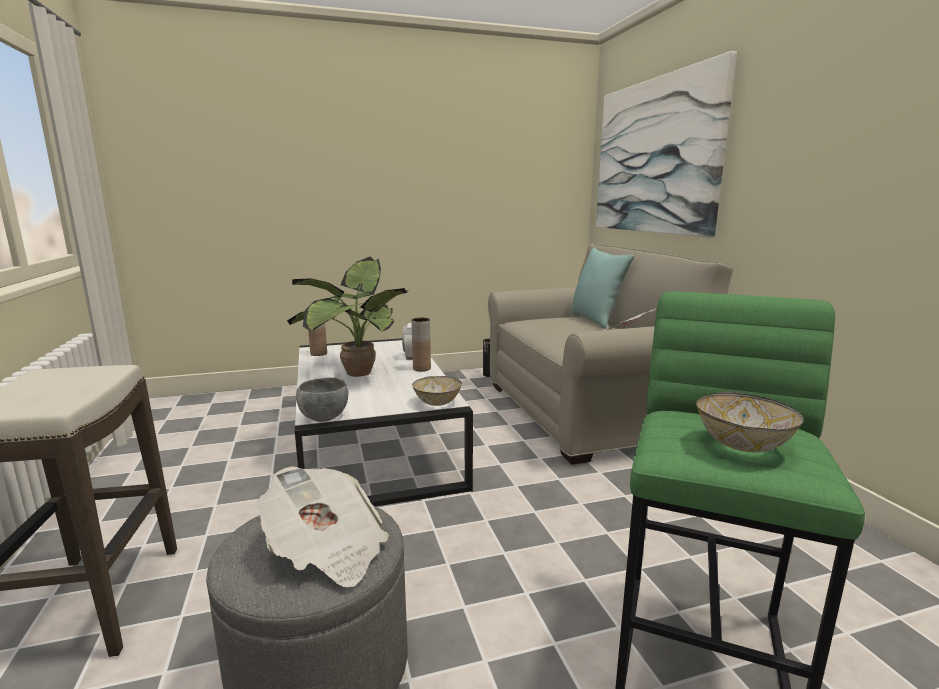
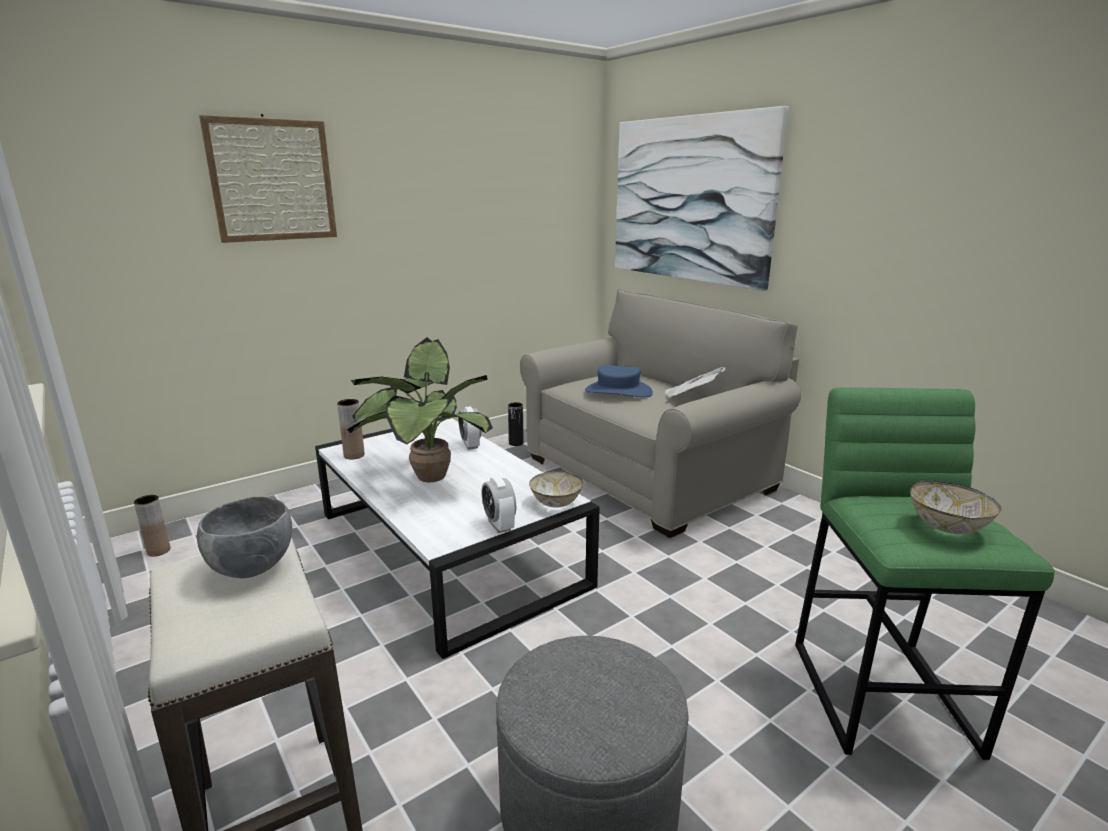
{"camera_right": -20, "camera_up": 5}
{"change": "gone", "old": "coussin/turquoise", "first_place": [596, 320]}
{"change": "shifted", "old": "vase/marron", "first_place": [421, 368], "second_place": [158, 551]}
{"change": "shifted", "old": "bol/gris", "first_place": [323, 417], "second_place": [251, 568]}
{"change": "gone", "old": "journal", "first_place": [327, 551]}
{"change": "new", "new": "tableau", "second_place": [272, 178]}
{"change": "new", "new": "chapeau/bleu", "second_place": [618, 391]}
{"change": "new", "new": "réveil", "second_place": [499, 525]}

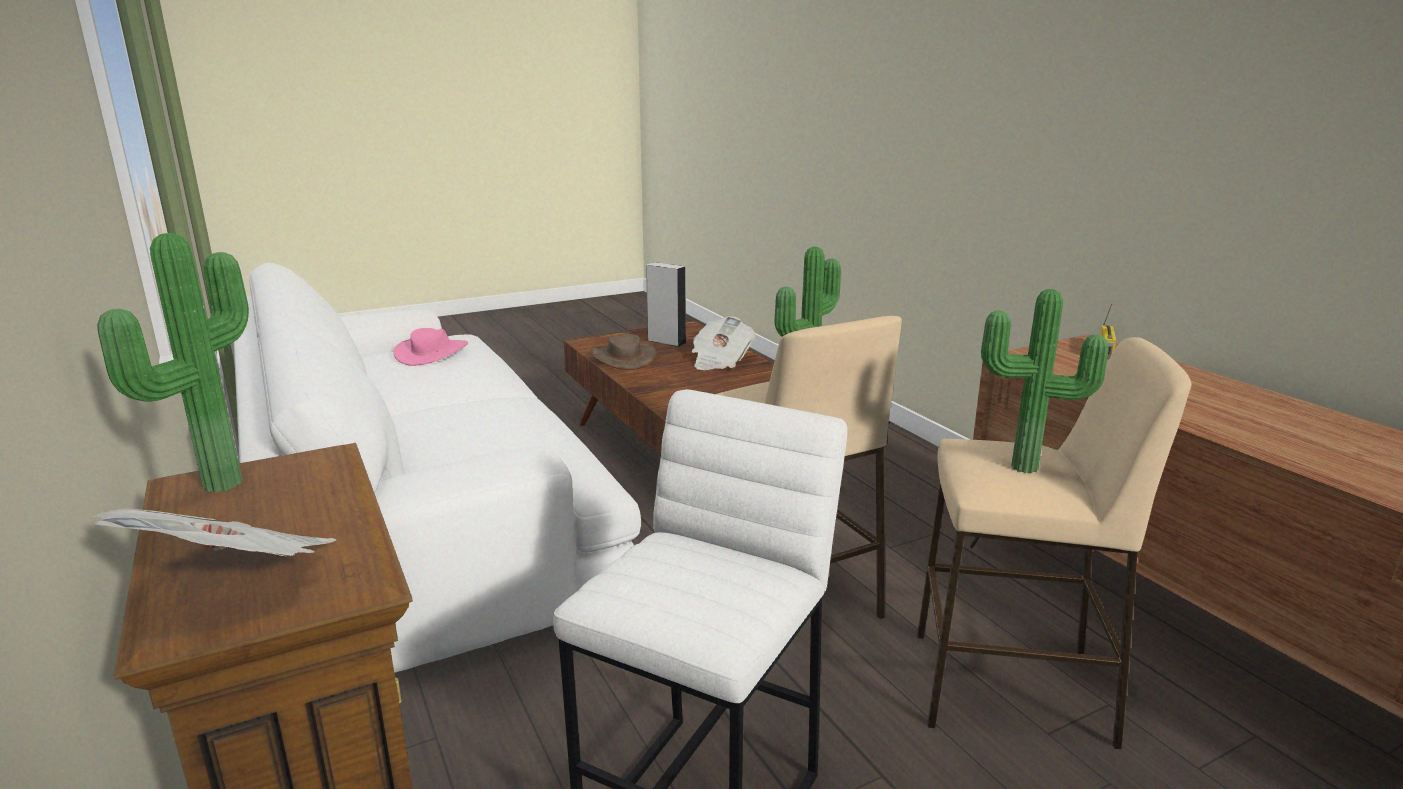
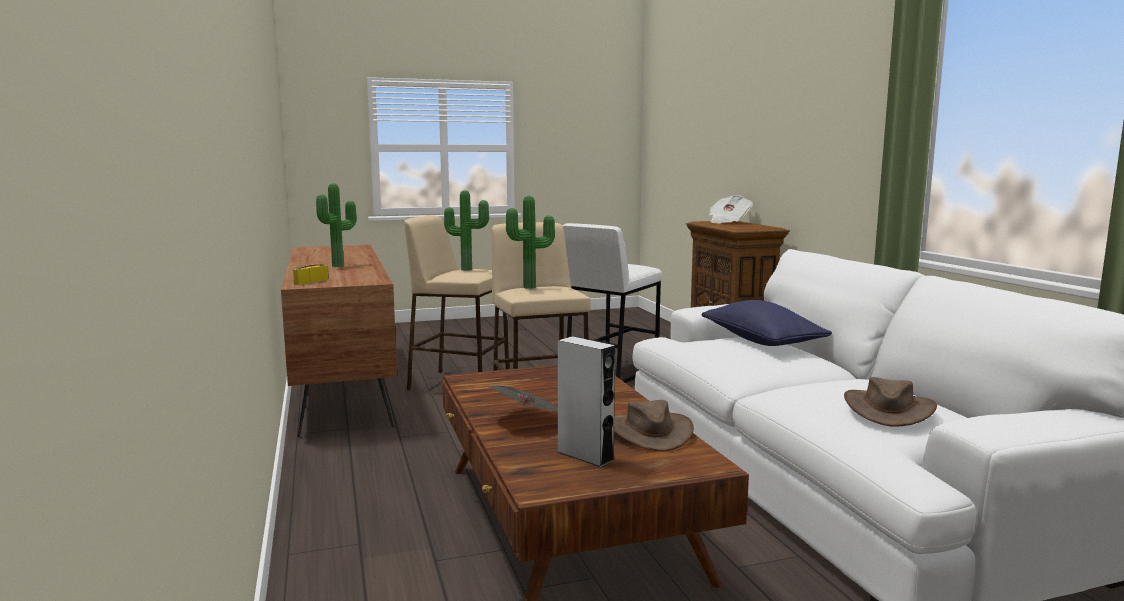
{"camera_right": -170, "camera_up": -10}
{"change": "shifted", "old": "plante en pot", "first_place": [216, 483], "second_place": [340, 266]}
{"change": "repainted", "old": "chapeau/rose", "new": "chapeau/marron", "first_place": [432, 353], "second_place": [888, 409]}
{"change": "new", "new": "coussin/bleu", "second_place": [762, 341]}

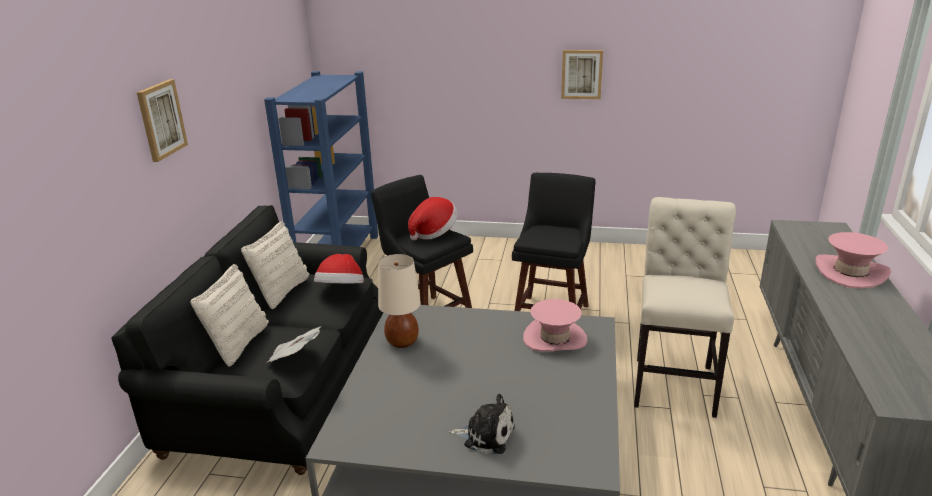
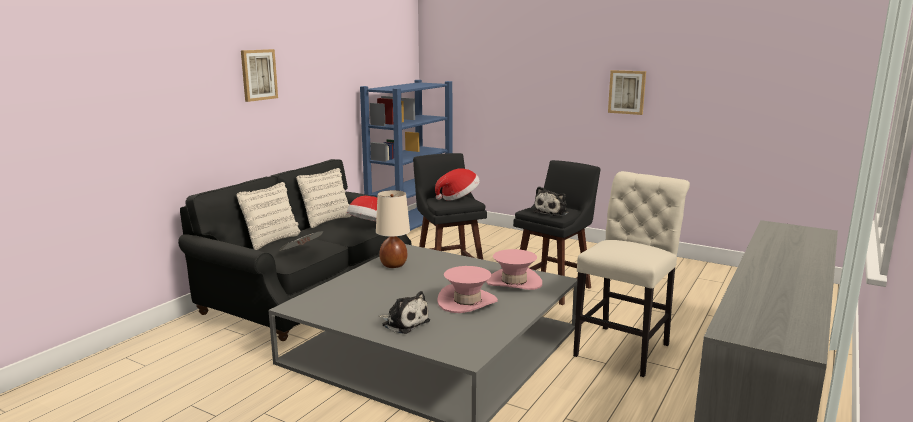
{"camera_right": 20, "camera_up": -10}
{"change": "shifted", "old": "chapeau/rose", "first_place": [850, 272], "second_place": [467, 302]}
{"change": "new", "new": "peluche", "second_place": [552, 212]}

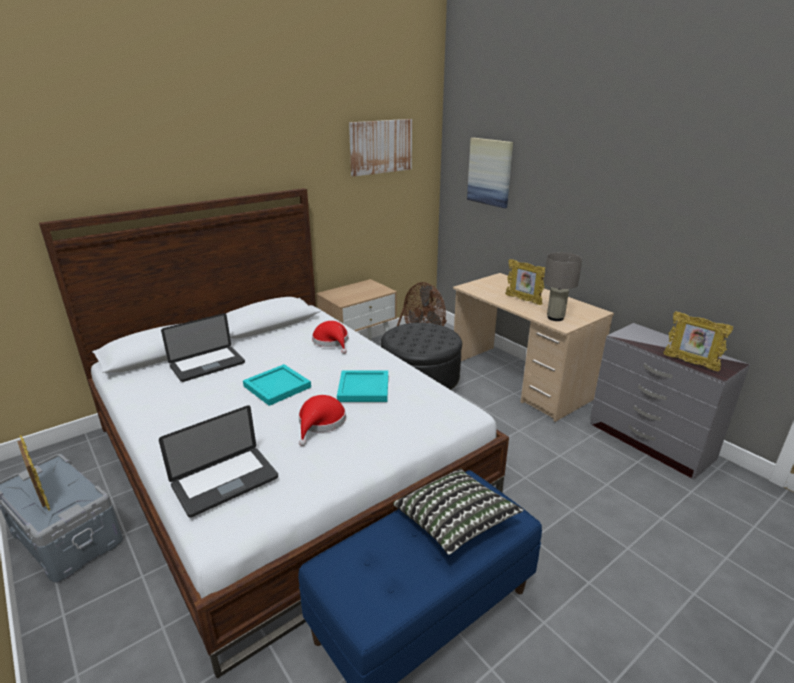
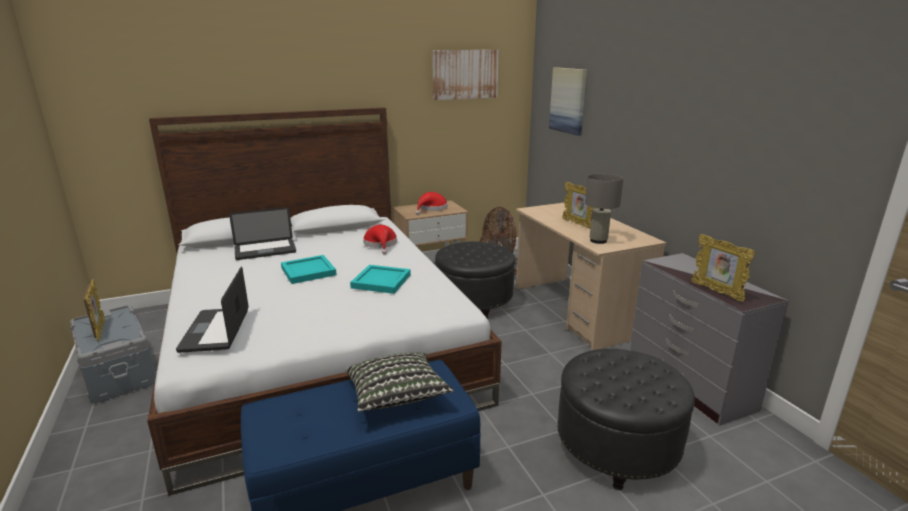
{"camera_right": 15, "camera_up": -5}
{"change": "shifted", "old": "chapeau/rouge", "first_place": [320, 422], "second_place": [431, 208]}
{"change": "rotated", "old": "ordinateur portable", "first_place": [225, 482], "second_place": [215, 330], "degrees": 105}
{"change": "new", "new": "pouf/noir", "second_place": [617, 448]}

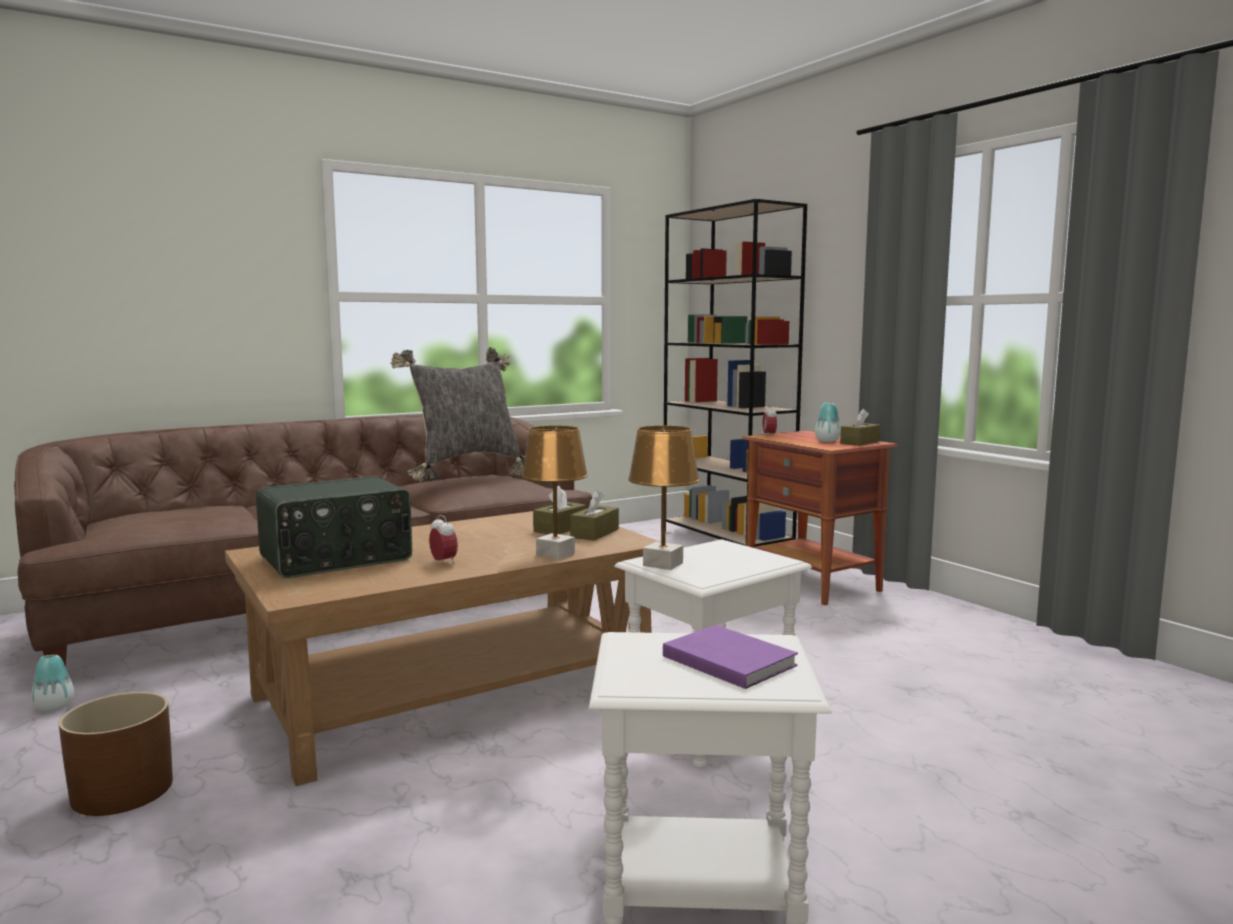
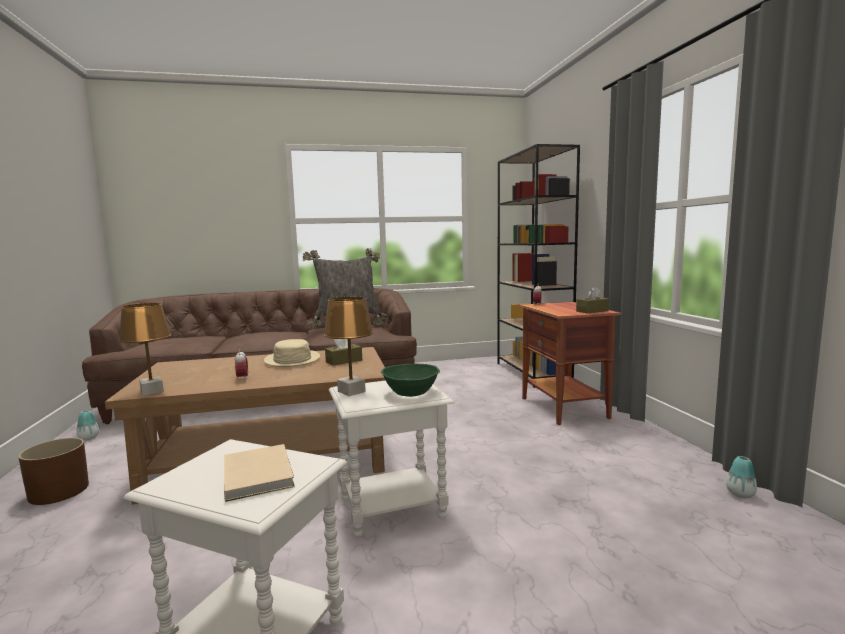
{"camera_right": 20, "camera_up": 0}
{"change": "shifted", "old": "vase", "first_place": [827, 441], "second_place": [740, 494]}
{"change": "shifted", "old": "lampe de table/marron", "first_place": [554, 554], "second_place": [151, 391]}
{"change": "gone", "old": "radio", "first_place": [337, 559]}
{"change": "gone", "old": "boîte à mouchoirs/marron", "first_place": [595, 533]}
{"change": "repainted", "old": "livre/violet", "new": "livre/beige", "first_place": [727, 659], "second_place": [259, 473]}
{"change": "new", "new": "chapeau/beige", "second_place": [292, 360]}
{"change": "new", "new": "bol/vert", "second_place": [411, 393]}

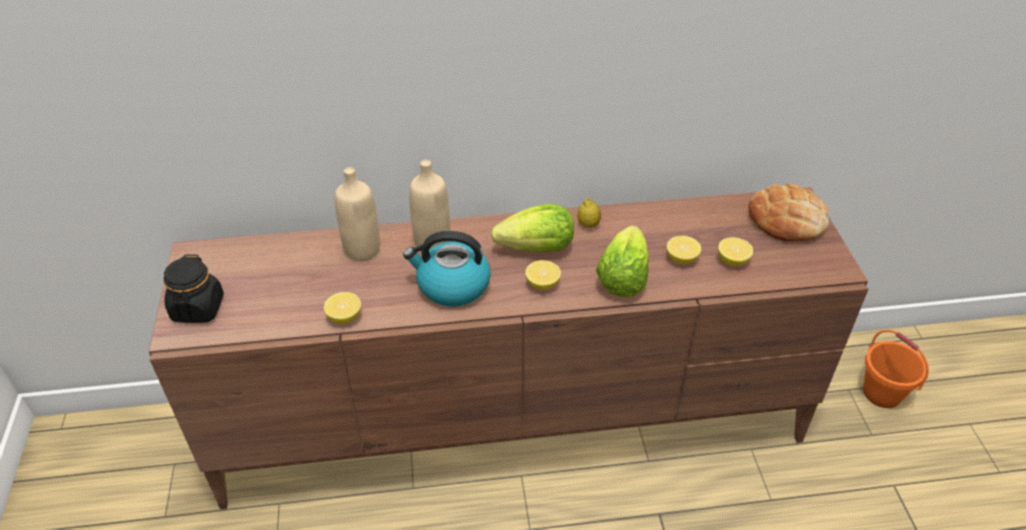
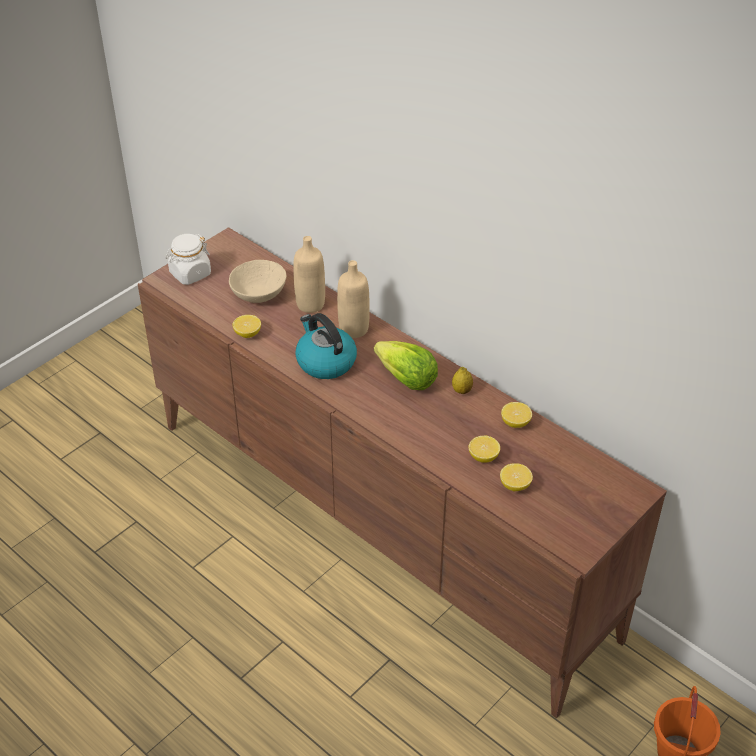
{"camera_right": 50, "camera_up": 0}
{"change": "gone", "old": "pain", "first_place": [787, 219]}
{"change": "gone", "old": "laitue", "first_place": [622, 279]}
{"change": "repainted", "old": "bocal/noir", "new": "bocal/blanc", "first_place": [198, 308], "second_place": [190, 274]}
{"change": "shifted", "old": "citron", "first_place": [542, 284], "second_place": [515, 423]}
{"change": "new", "new": "bol/beige", "second_place": [259, 294]}

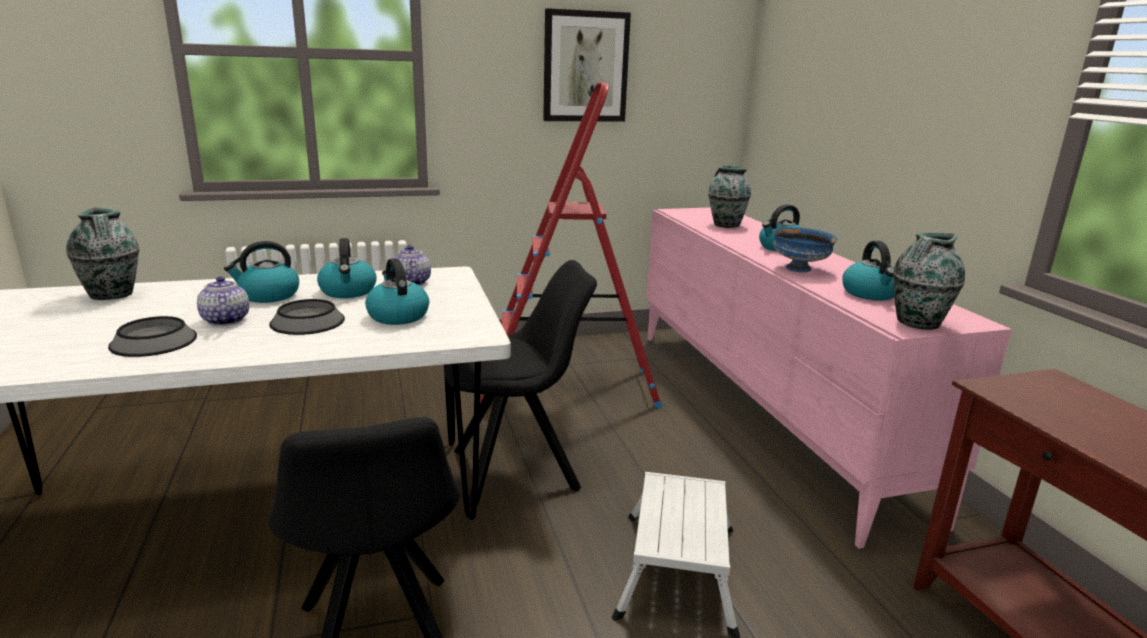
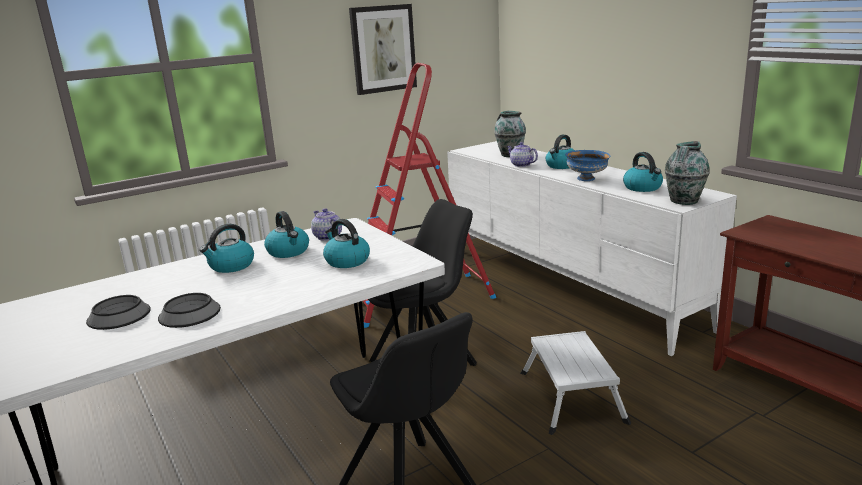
{"camera_right": -15, "camera_up": 0}
{"change": "gone", "old": "vase", "first_place": [112, 295]}
{"change": "repainted", "old": "meuble de rangement/rose", "new": "meuble de rangement/blanc", "first_place": [765, 412], "second_place": [567, 286]}
{"change": "shifted", "old": "théière", "first_place": [225, 320], "second_place": [521, 165]}
{"change": "shifted", "old": "bol", "first_place": [307, 321], "second_place": [118, 315]}

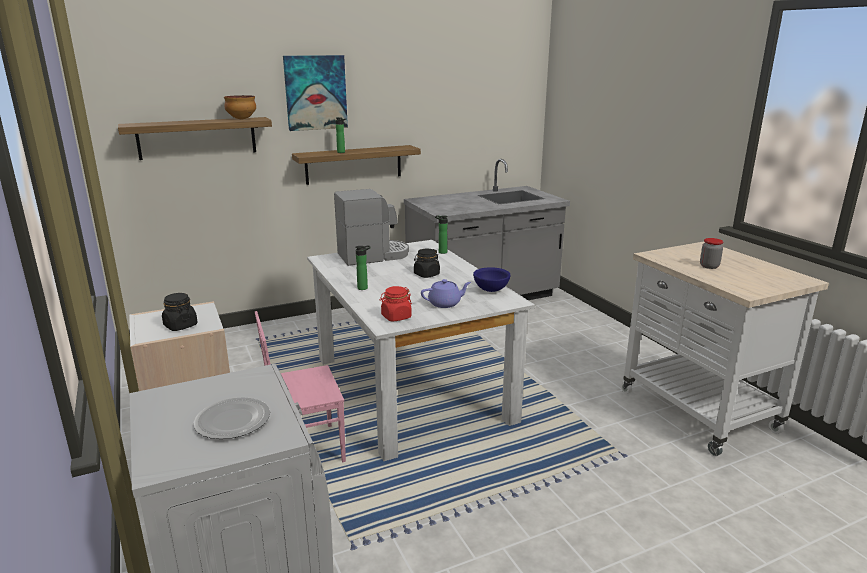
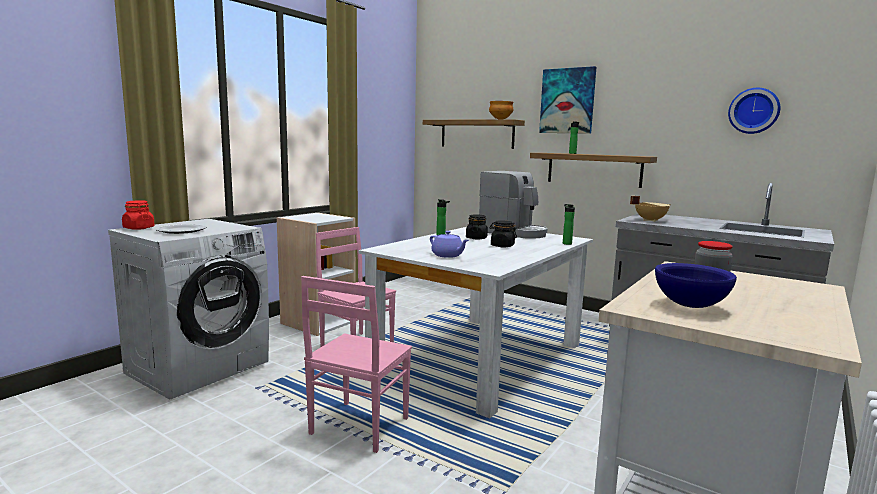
{"camera_right": 60, "camera_up": -10}
{"change": "shifted", "old": "bol/bleu", "first_place": [490, 290], "second_place": [689, 305]}
{"change": "shifted", "old": "bocal/rouge", "first_place": [396, 317], "second_place": [138, 228]}
{"change": "shifted", "old": "bocal/noir", "first_place": [180, 326], "second_place": [476, 238]}
{"change": "new", "new": "horloge murale", "second_place": [754, 111]}
{"change": "new", "new": "marmite/beige", "second_place": [649, 220]}
{"change": "new", "new": "chaise/rose", "second_place": [357, 426]}

